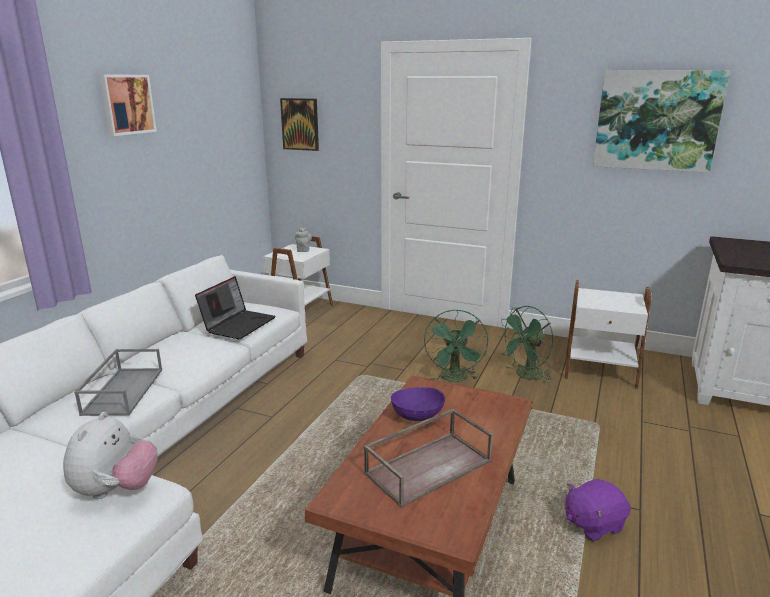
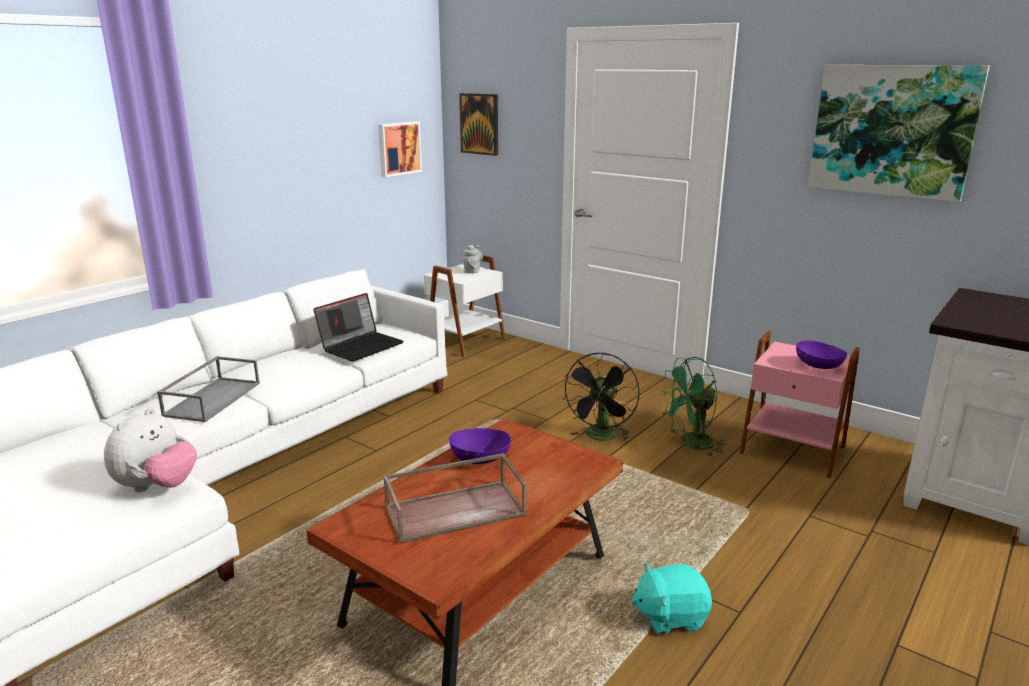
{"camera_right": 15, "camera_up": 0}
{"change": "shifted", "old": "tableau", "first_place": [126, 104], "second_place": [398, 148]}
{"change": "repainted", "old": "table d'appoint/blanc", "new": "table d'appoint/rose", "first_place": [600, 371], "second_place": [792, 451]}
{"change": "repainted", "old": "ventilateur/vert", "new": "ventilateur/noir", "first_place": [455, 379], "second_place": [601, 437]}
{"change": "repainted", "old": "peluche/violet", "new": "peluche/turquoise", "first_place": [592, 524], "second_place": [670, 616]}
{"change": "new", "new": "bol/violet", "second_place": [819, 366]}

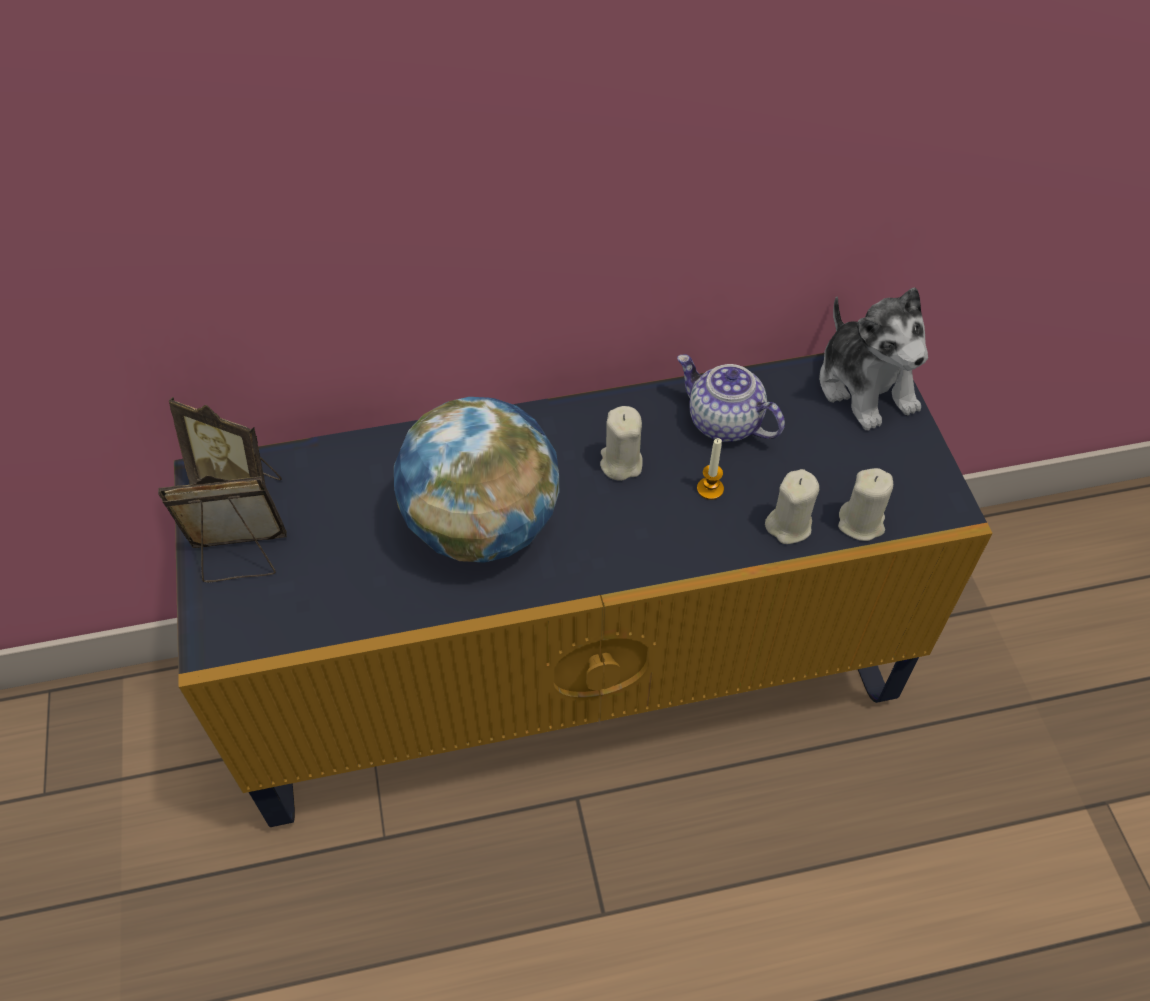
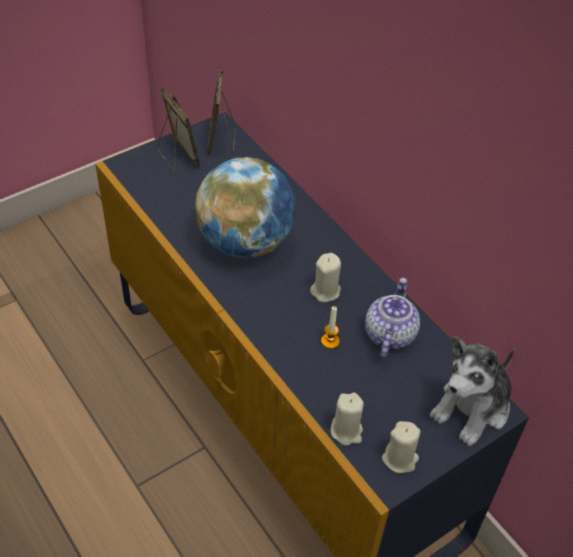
{"camera_right": 65, "camera_up": -5}
{"change": "shifted", "old": "bougie/beige", "first_place": [789, 525], "second_place": [400, 459]}

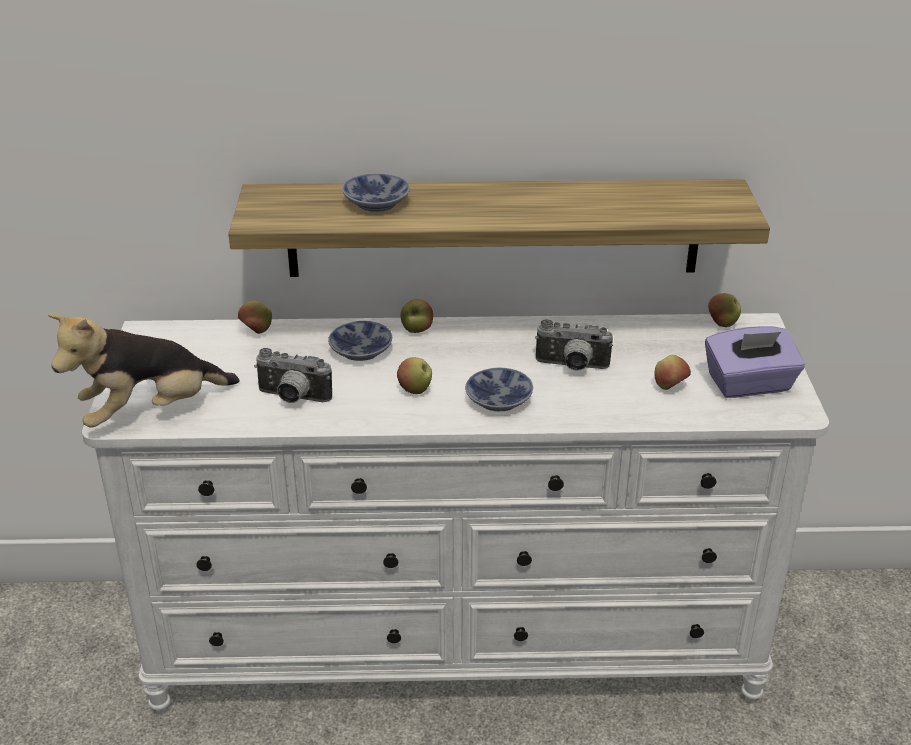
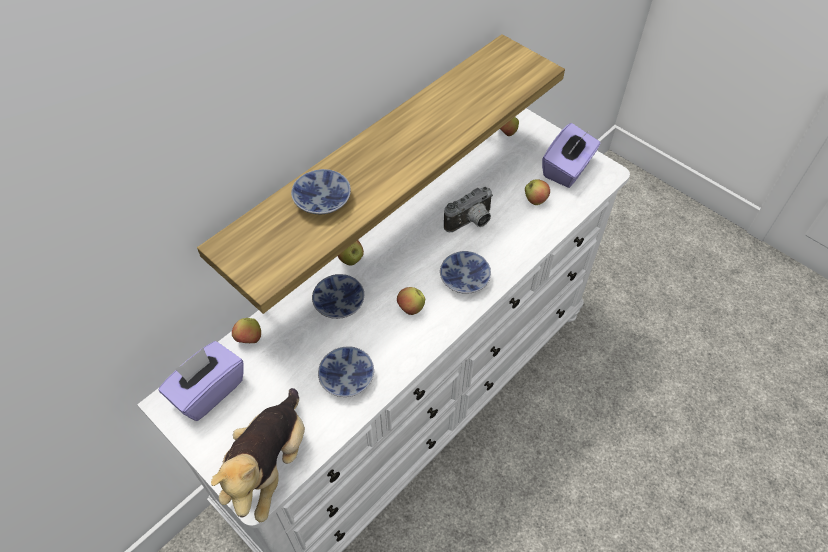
{"camera_right": -45, "camera_up": 20}
{"change": "swapped", "old": "appareil photo", "new": "bol", "first_place": [292, 398], "second_place": [347, 375]}
{"change": "new", "new": "boîte à mouchoirs/violet", "second_place": [208, 390]}

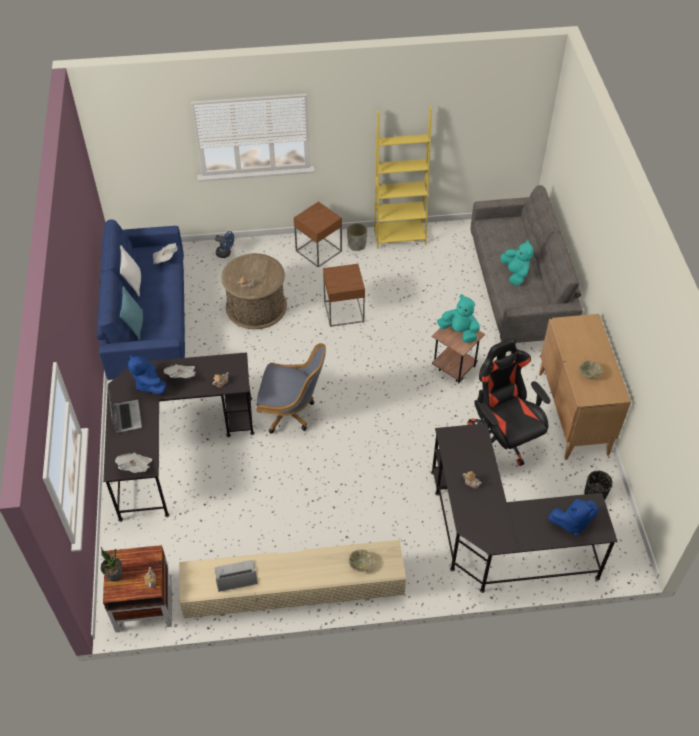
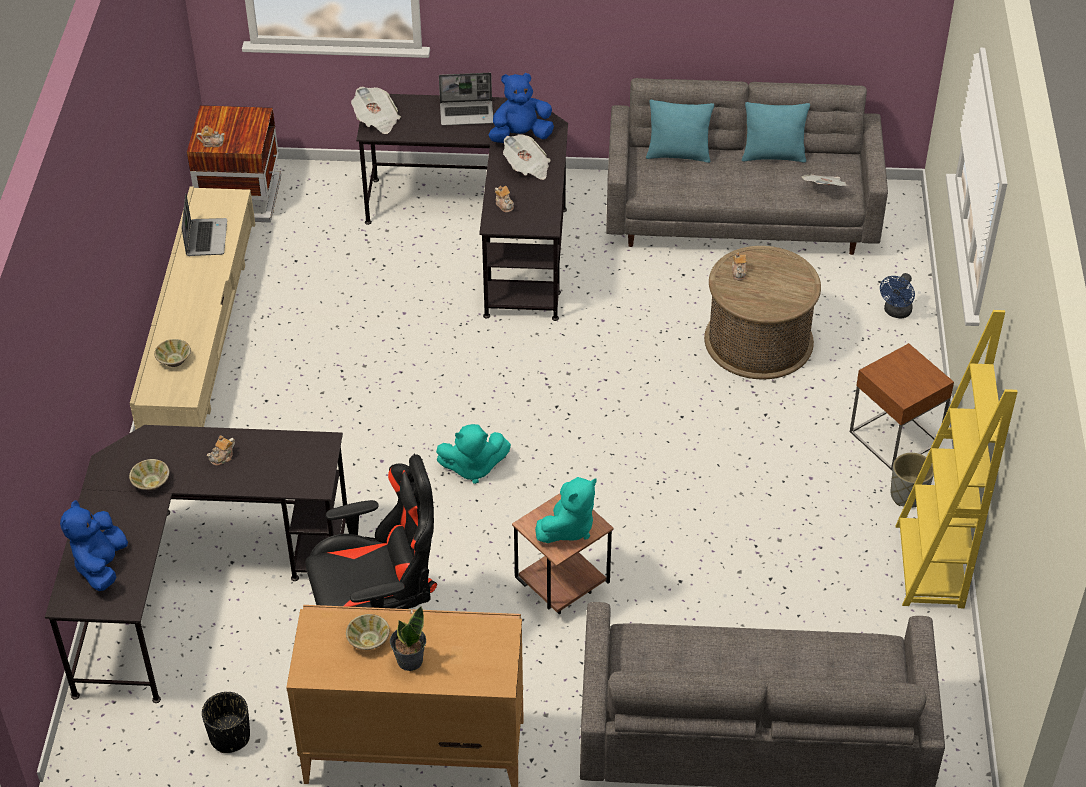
{"camera_right": 100, "camera_up": -5}
{"change": "repainted", "old": "canapé/bleu", "new": "canapé/gris", "first_place": [148, 322], "second_place": [741, 215]}
{"change": "shifted", "old": "peluche/turquoise", "first_place": [515, 274], "second_place": [472, 468]}
{"change": "repainted", "old": "coussin/blanc", "new": "coussin/turquoise", "first_place": [133, 283], "second_place": [773, 156]}
{"change": "gone", "old": "table d'appoint/marron", "first_place": [343, 311]}
{"change": "gone", "old": "chaise de bureau/bleu", "first_place": [292, 413]}
{"change": "shifted", "old": "plante en pot", "first_place": [114, 575], "second_place": [409, 660]}
{"change": "new", "new": "bol/beige", "second_place": [151, 483]}

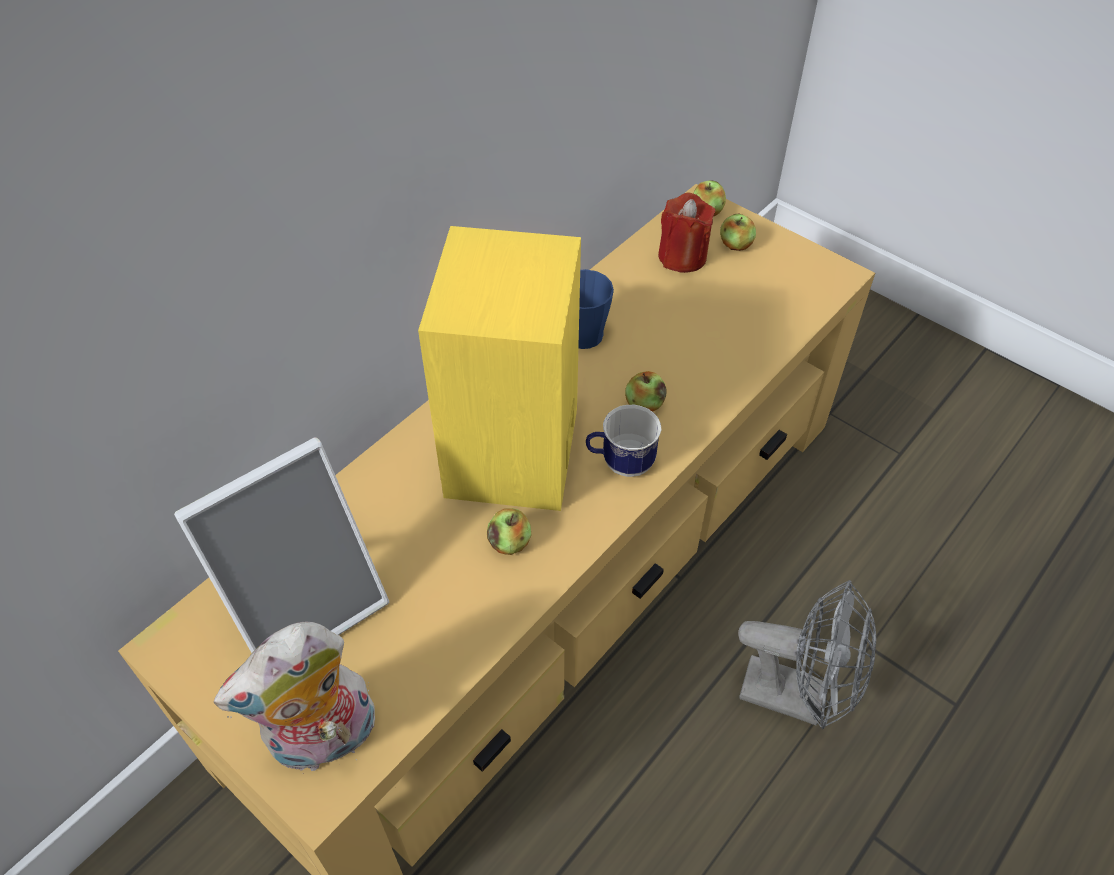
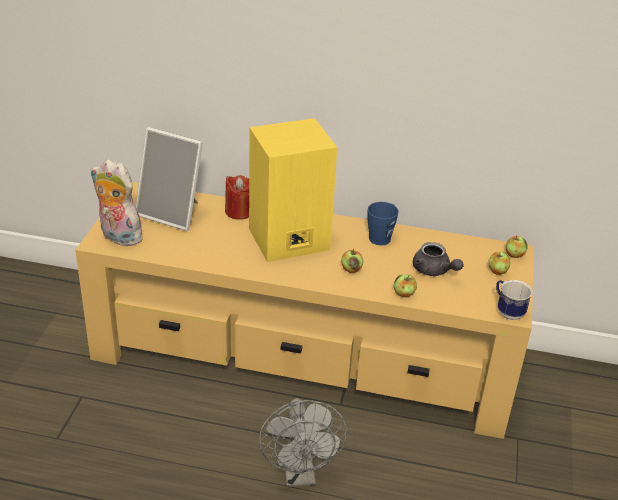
{"camera_right": 60, "camera_up": -15}
{"change": "shifted", "old": "bougie/rouge", "first_place": [682, 257], "second_place": [239, 211]}
{"change": "shifted", "old": "mug", "first_place": [620, 463], "second_place": [507, 311]}
{"change": "shifted", "old": "pomme", "first_place": [510, 543], "second_place": [404, 294]}
{"change": "new", "new": "théière/gris", "second_place": [434, 271]}

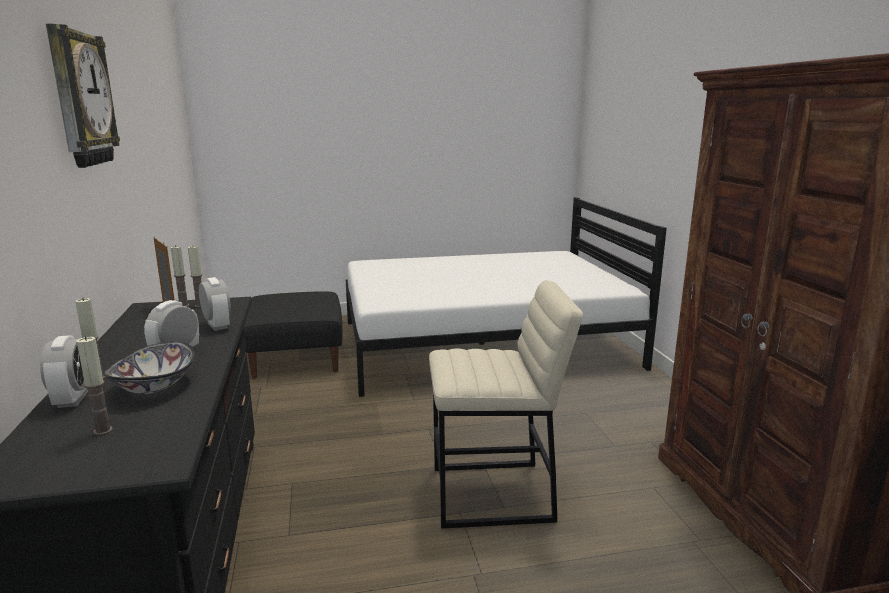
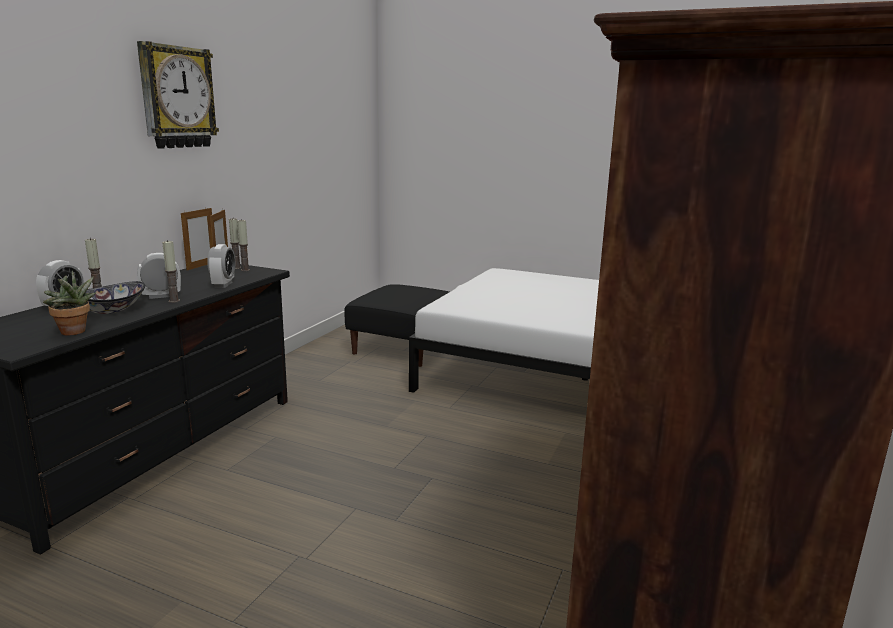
{"camera_right": 35, "camera_up": 0}
{"change": "gone", "old": "chaise/beige", "first_place": [495, 493]}
{"change": "shifted", "old": "bougie", "first_place": [103, 430], "second_place": [174, 301]}
{"change": "new", "new": "cadre photo", "second_place": [201, 266]}
{"change": "new", "new": "plante en pot", "second_place": [75, 332]}

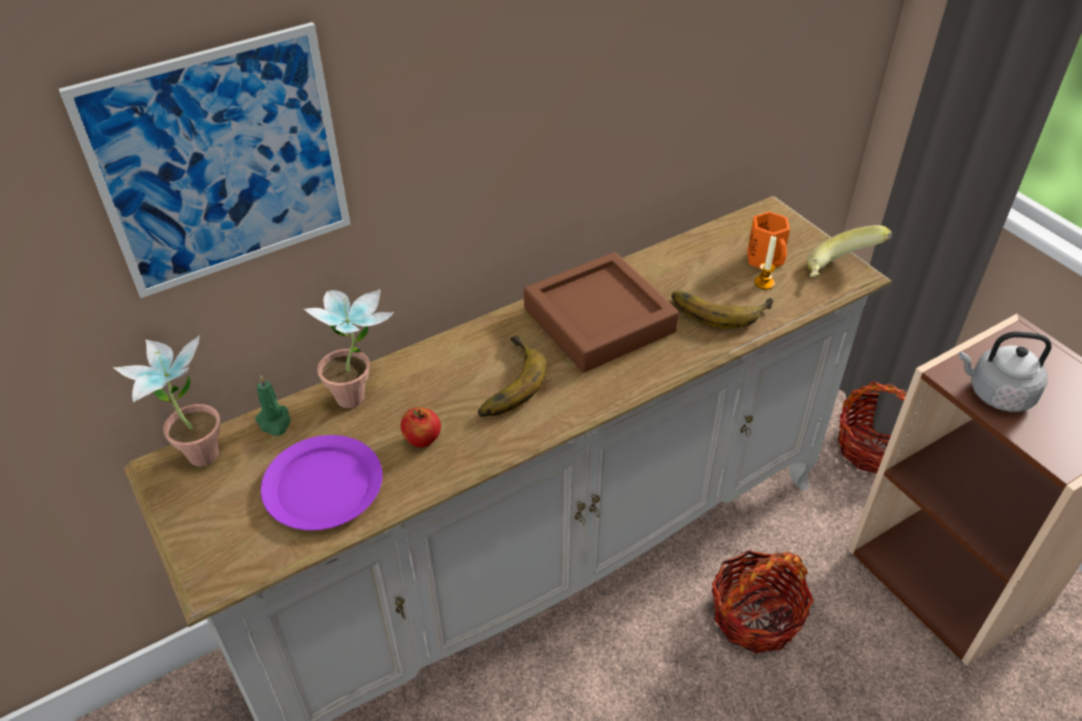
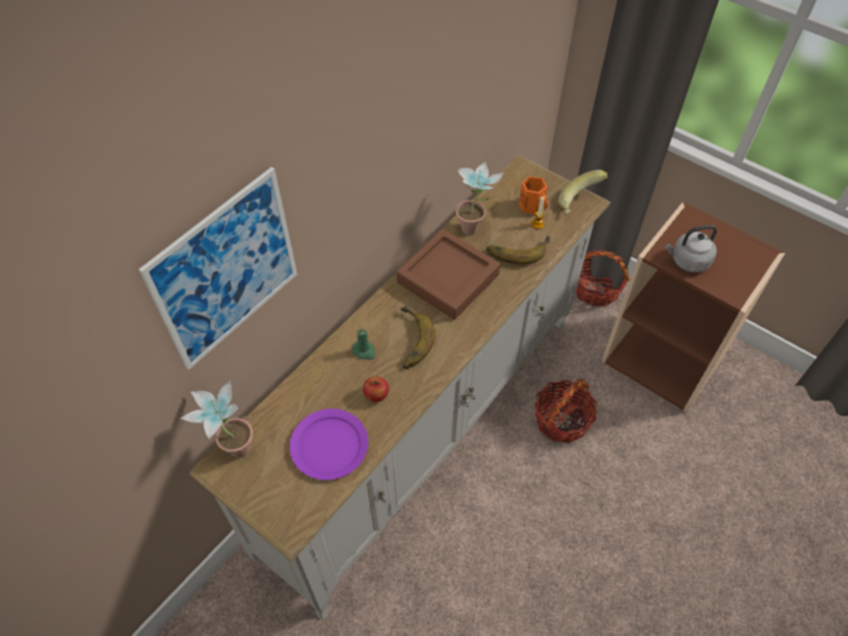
{"camera_right": -20, "camera_up": 10}
{"change": "shifted", "old": "plante en pot", "first_place": [361, 395], "second_place": [474, 226]}
{"change": "shifted", "old": "bougie/vert", "first_place": [274, 422], "second_place": [364, 351]}

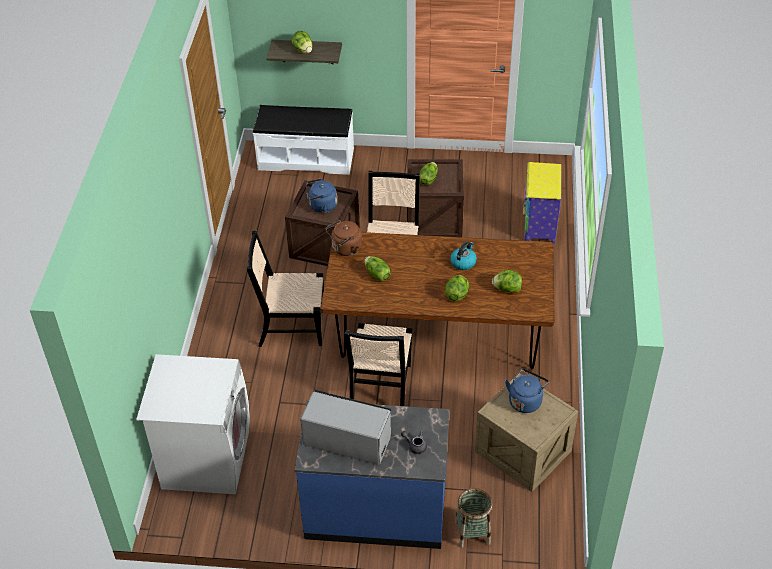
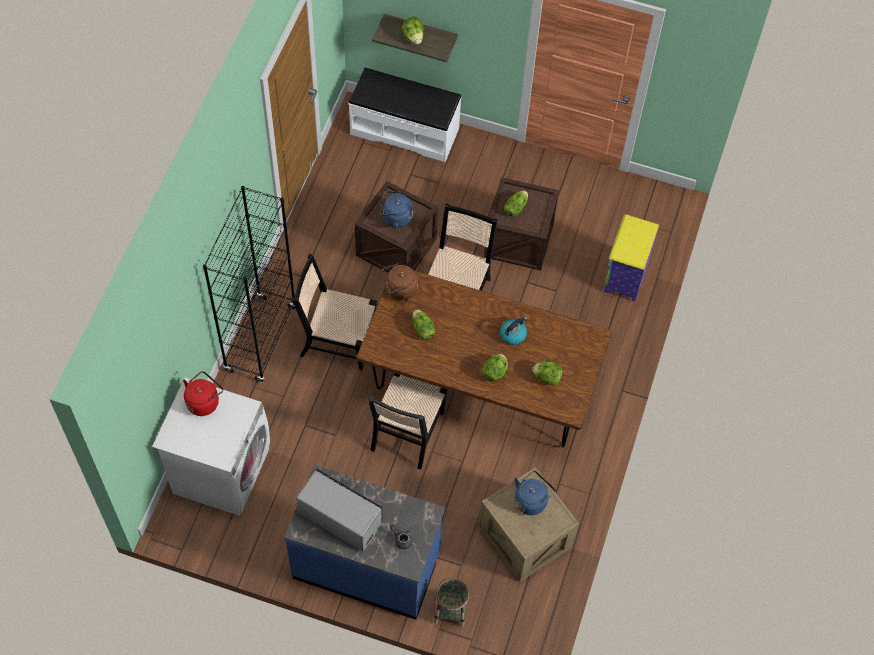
{"camera_right": 10, "camera_up": 15}
{"change": "new", "new": "bibliothèque/noir", "second_place": [261, 339]}
{"change": "new", "new": "bouilloire/rouge", "second_place": [204, 401]}

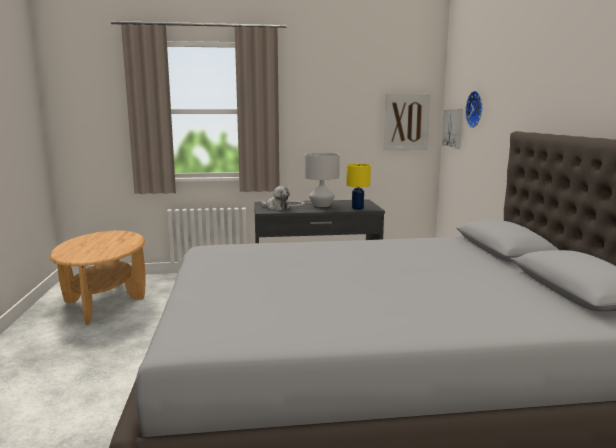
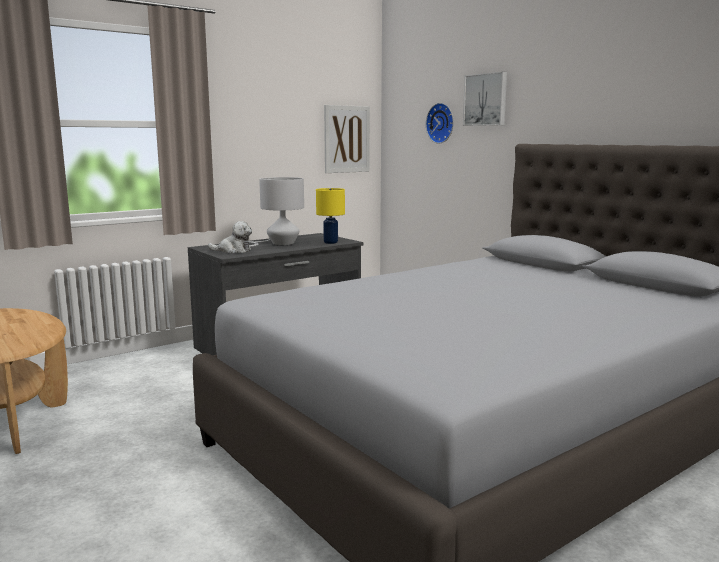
{"camera_right": -30, "camera_up": 0}
{"change": "shifted", "old": "tableau", "first_place": [453, 128], "second_place": [486, 99]}

